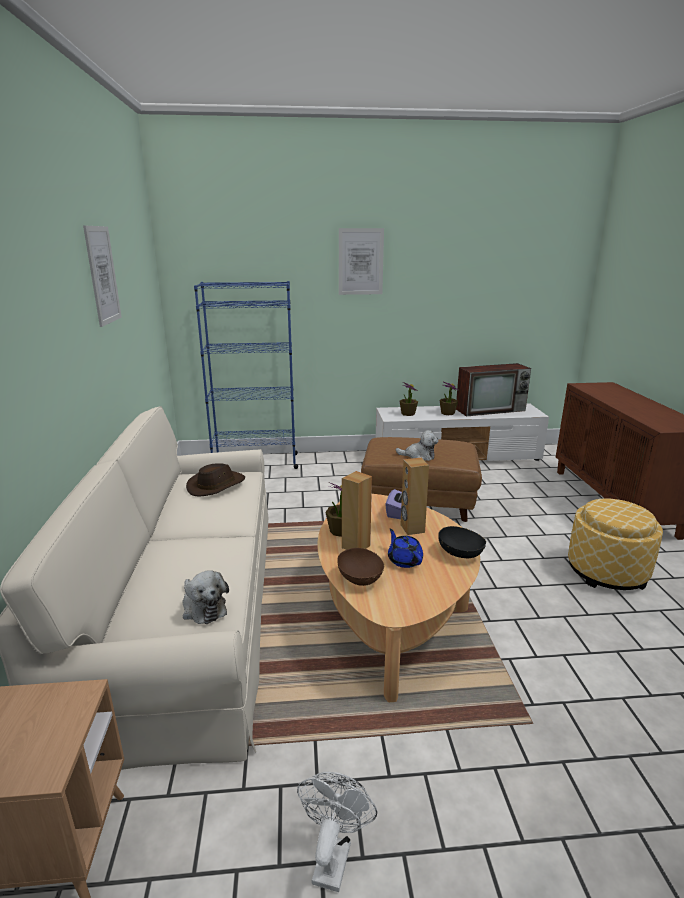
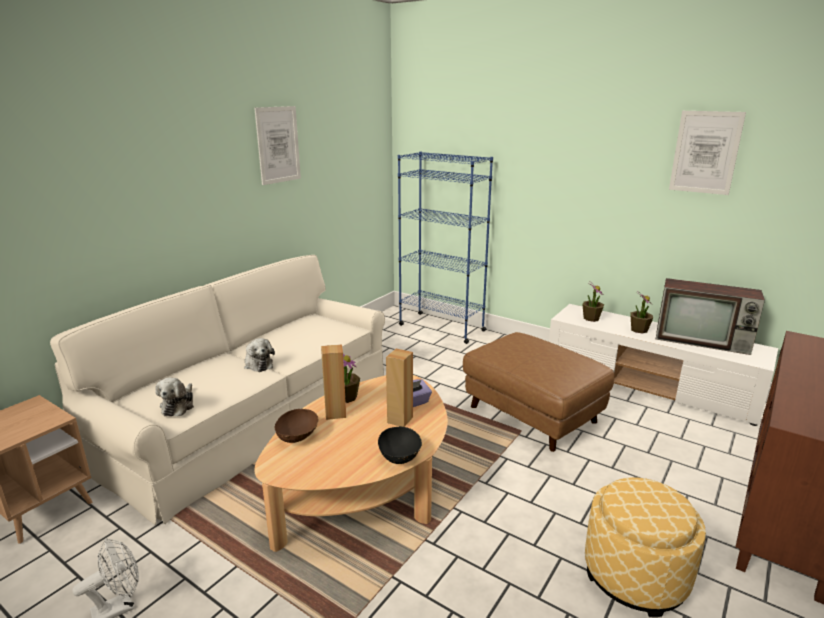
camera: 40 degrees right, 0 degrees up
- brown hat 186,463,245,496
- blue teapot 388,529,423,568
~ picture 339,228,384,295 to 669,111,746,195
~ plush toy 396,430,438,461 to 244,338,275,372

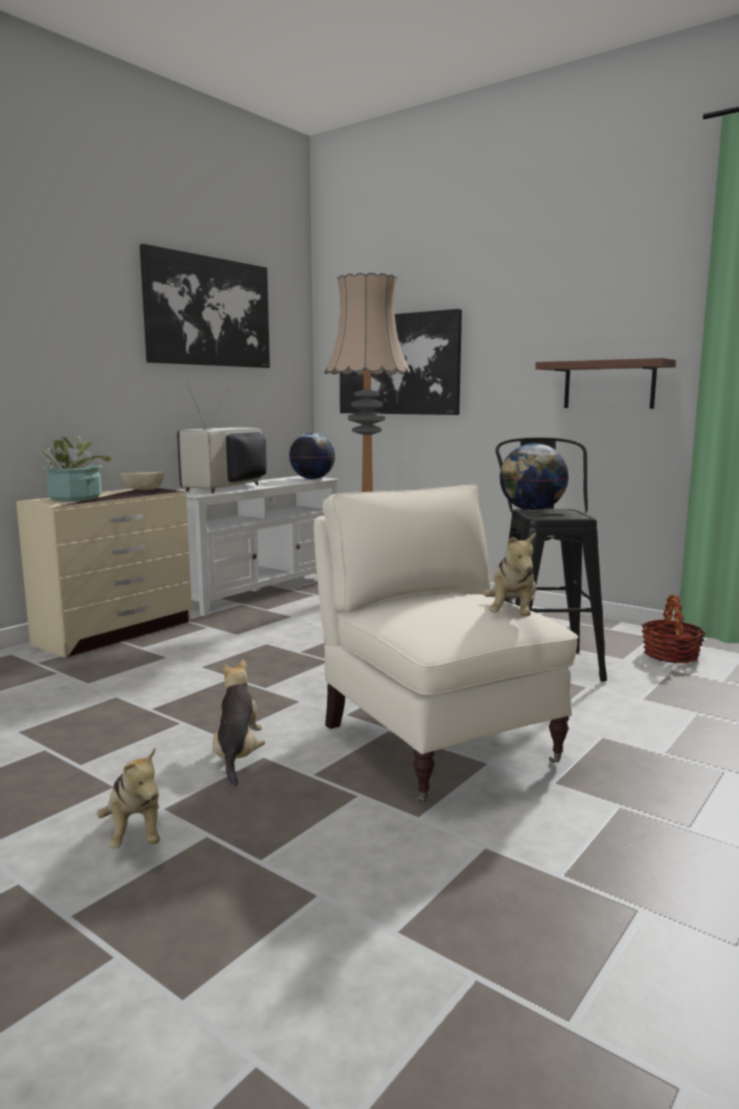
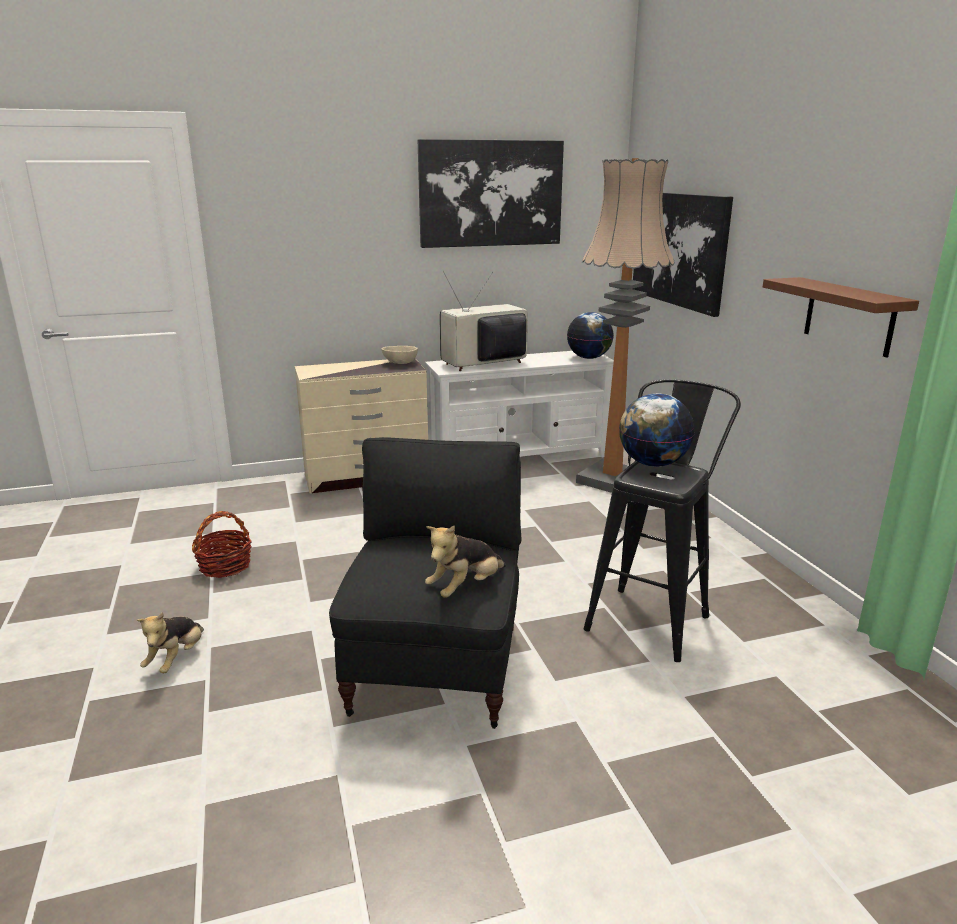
camera: 35 degrees right, 10 degrees up
- potted plant 38,436,116,501
- plush toy 213,660,265,787
~ basket 642,595,706,663 to 192,511,252,578
~ beige armchair 314,484,578,802 to black armchair 329,437,521,729

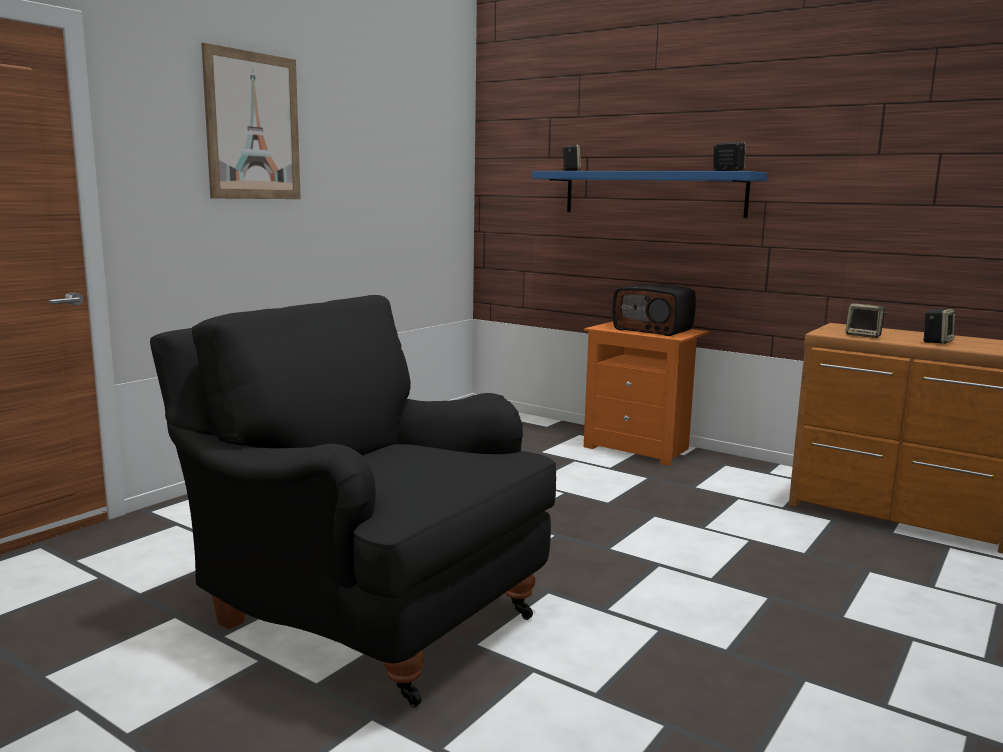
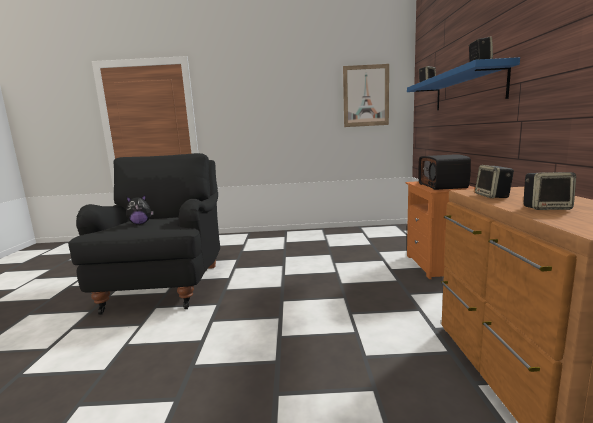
camera: 55 degrees right, 0 degrees up
+ plush toy 126,195,154,224
~ picture 201,43,301,199 to 343,64,389,127

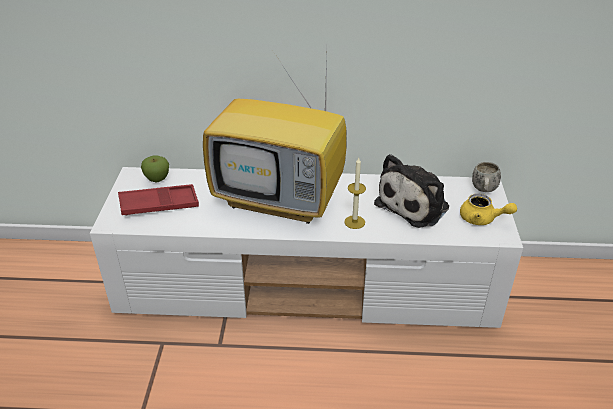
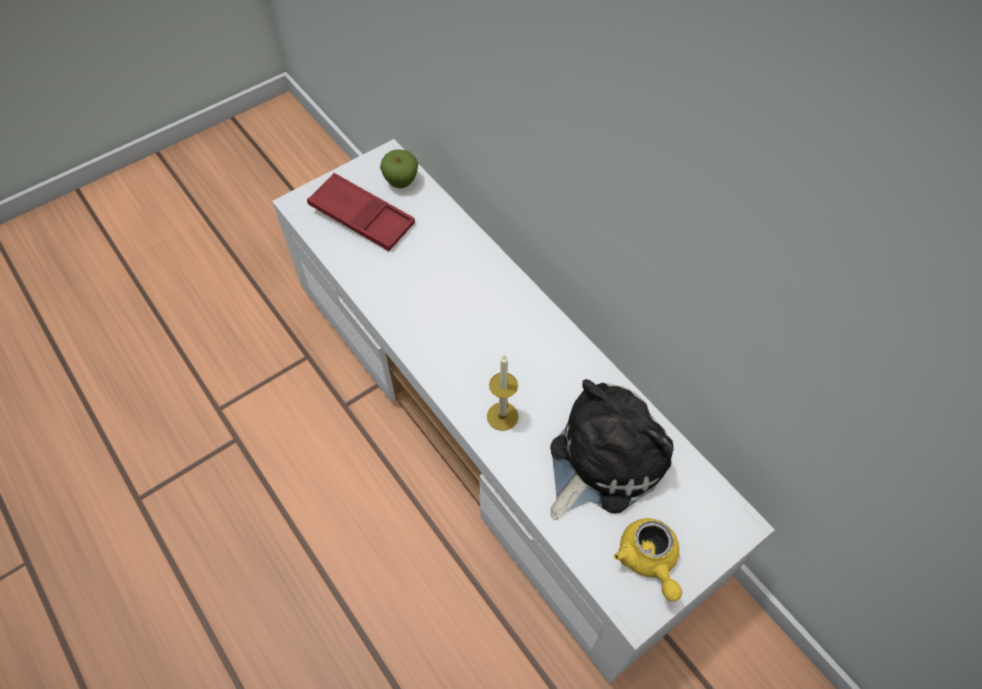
camera: 50 degrees right, 20 degrees up
- television 203,53,346,224
- white mug 472,162,501,192
~ plush toy 374,154,449,228 = 550,379,673,520 135 degrees clockwise

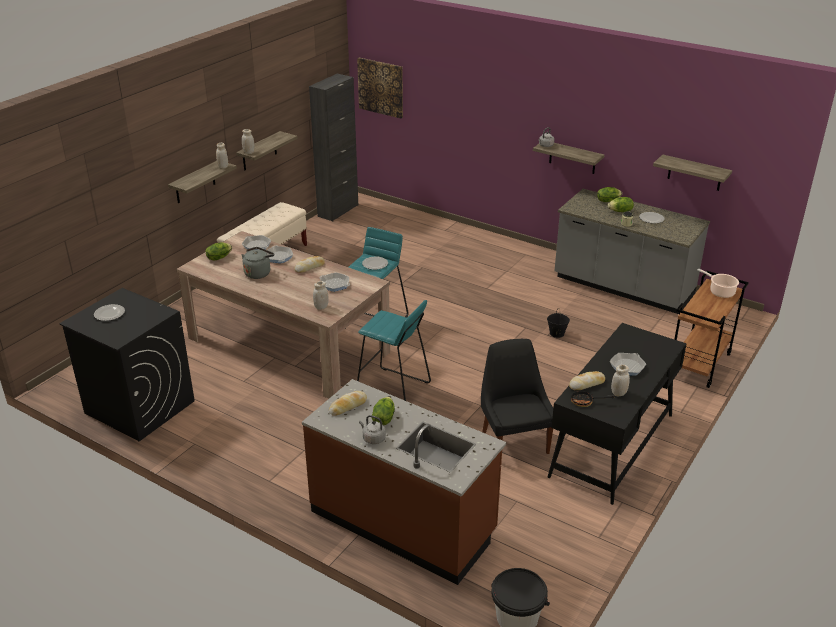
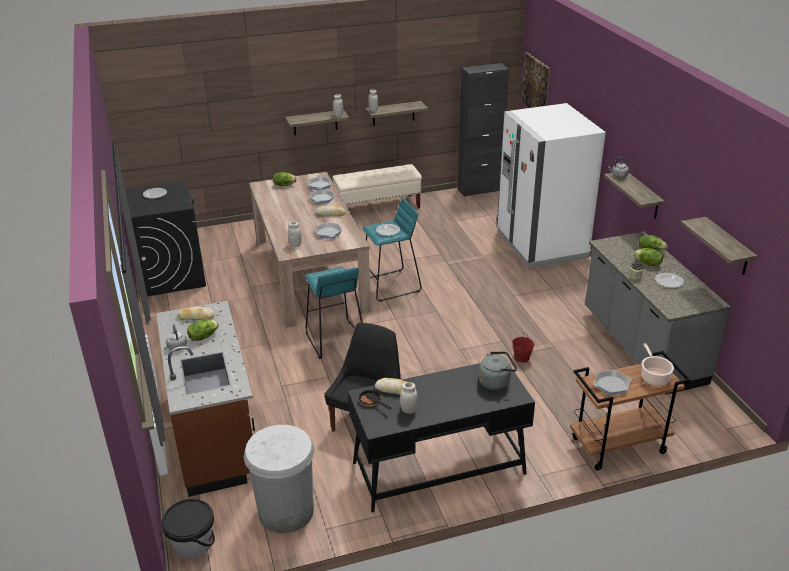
camera: 40 degrees right, 0 degrees up
+ white trash can 244,425,315,533
+ white fridge 497,103,606,268
~ grey kettle 242,247,274,279 to 479,352,517,390
~ frying pan 610,353,646,376 to 593,370,632,395
~ black bucket 547,308,570,338 to red bucket 512,333,534,363

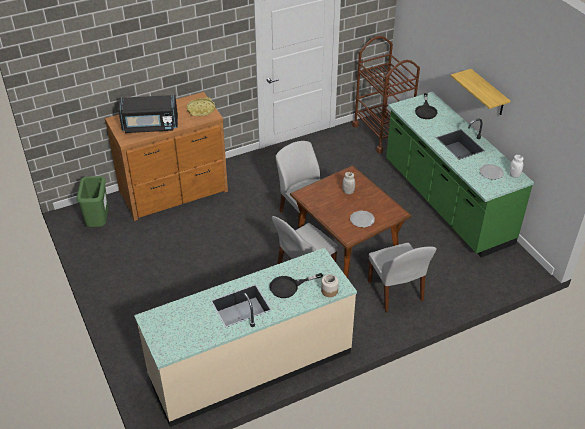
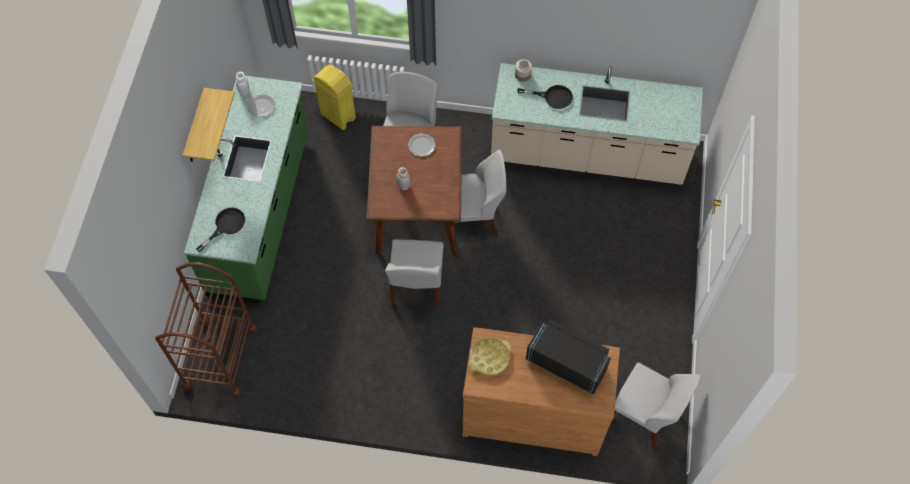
camera: 145 degrees left, 20 degrees up
+ yellow trash can 312,65,356,130
~ green trash can 76,176,108,227 to white chair 611,362,701,447

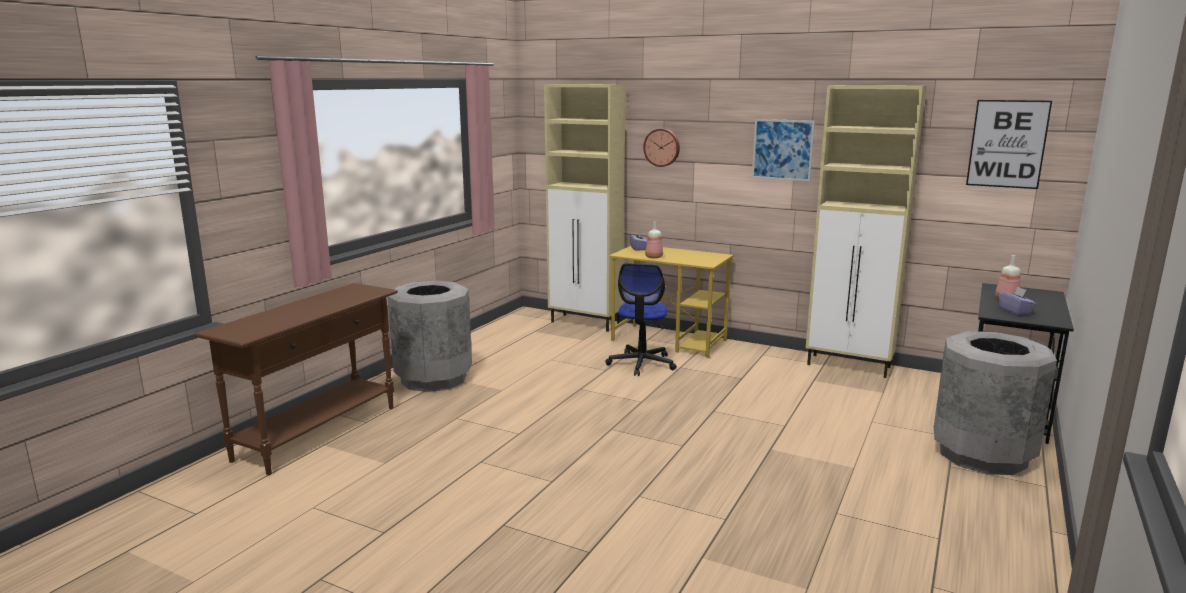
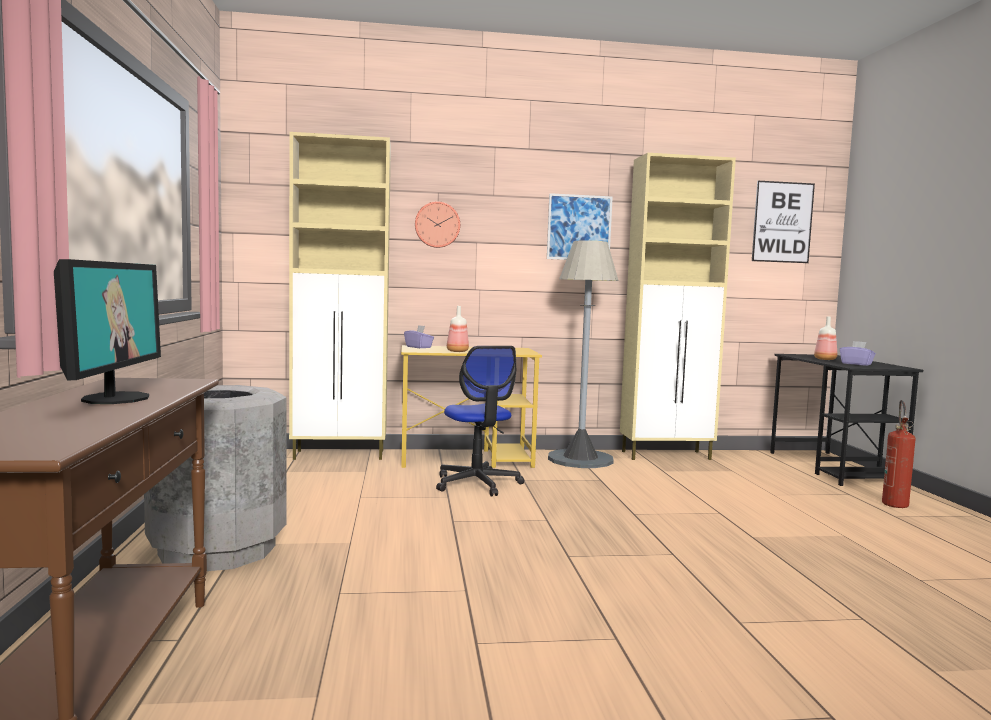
camera: 35 degrees left, 10 degrees down
+ monitor 54,259,161,404
+ grey floor lamp 548,241,619,468
~ grey trash can 934,331,1057,475 to fire extinguisher 882,400,916,508

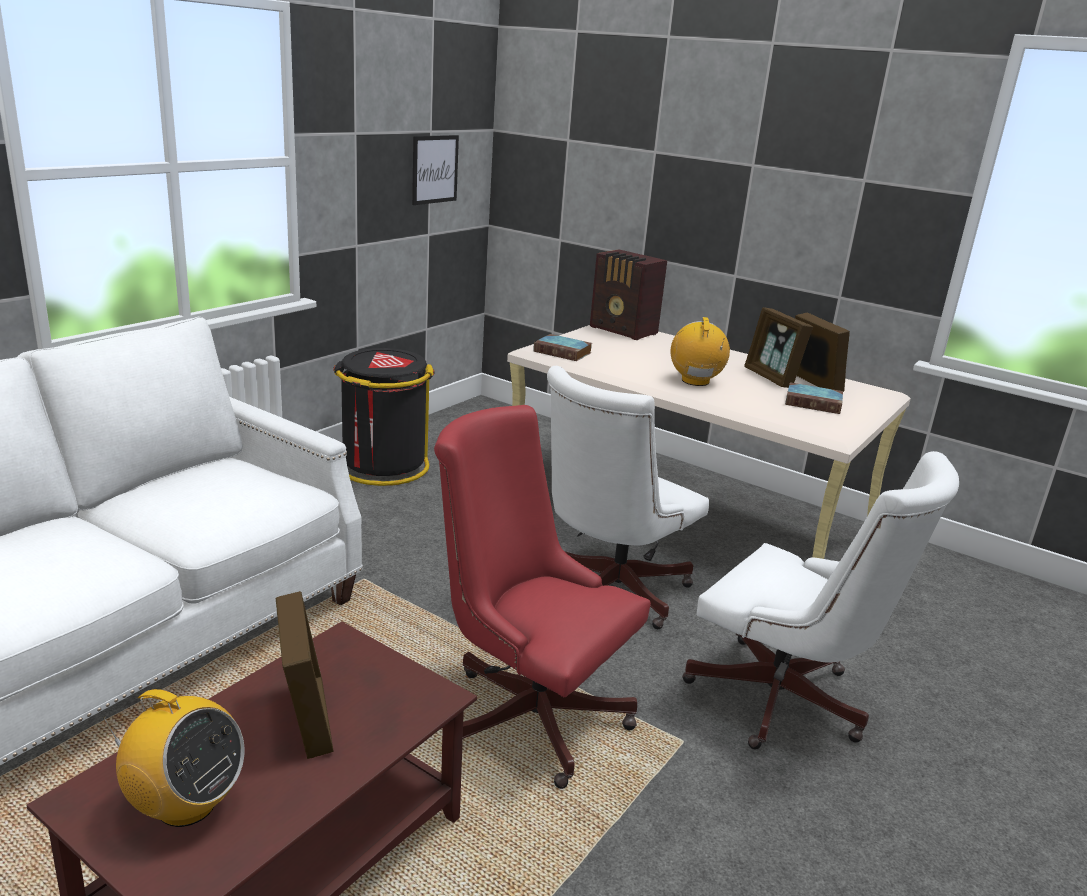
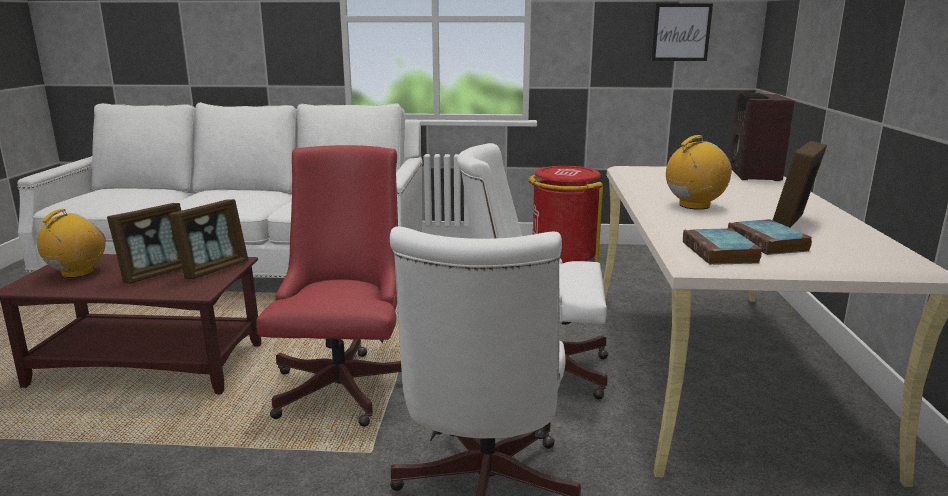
camera: 60 degrees right, 5 degrees down
~ book 533,334,592,361 to 683,228,762,265
~ picture frame 795,312,850,392 to 169,199,248,279
~ black trash can 333,348,435,486 to red trash can 529,166,603,263
~ radio 103,689,245,827 = 37,209,106,278 150 degrees counterclockwise

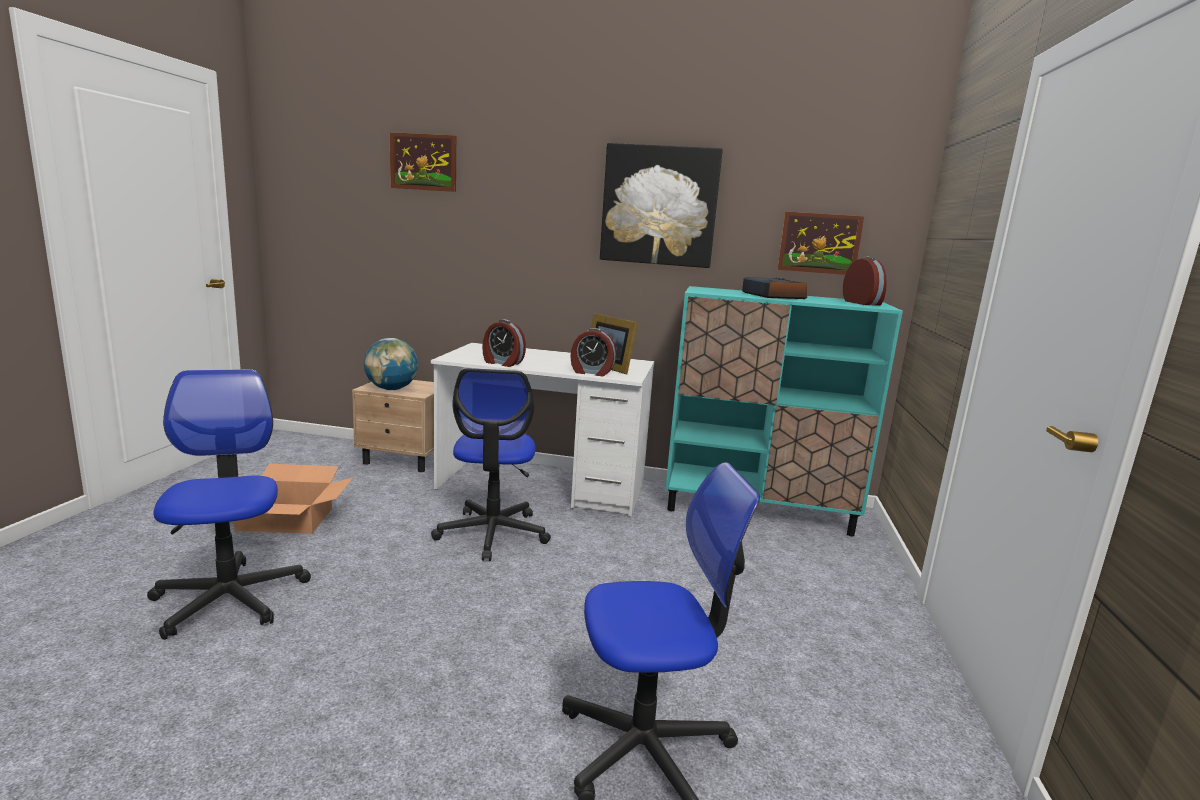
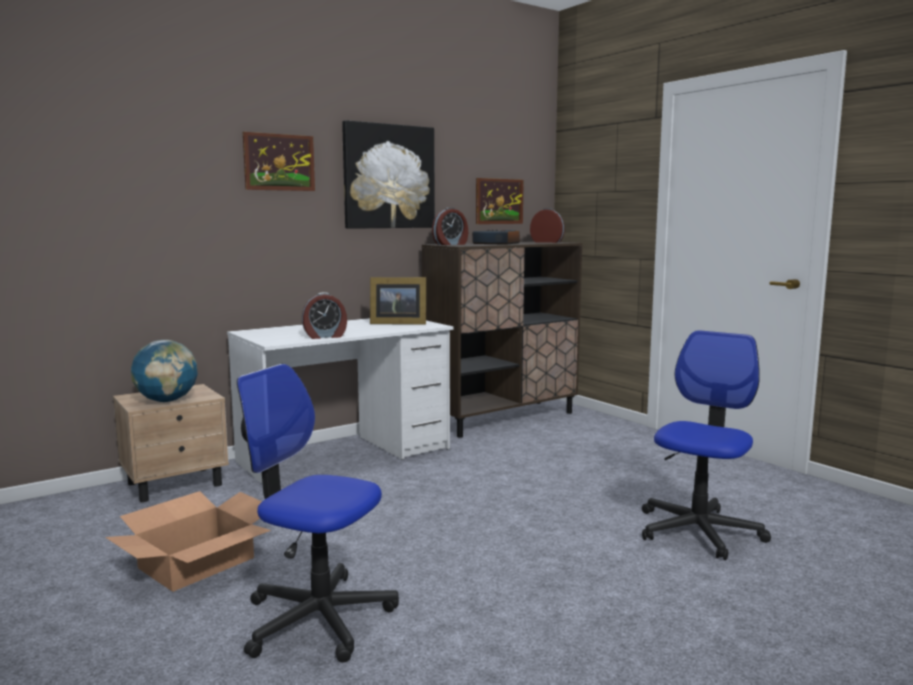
camera: 45 degrees left, 5 degrees down
- office chair 431,368,551,561
~ picture 390,132,456,192 to 243,132,315,191
~ alarm clock 570,328,616,376 to 432,207,468,245
~ turquoise cabinet 665,286,903,537 to brown cabinet 422,241,582,438

